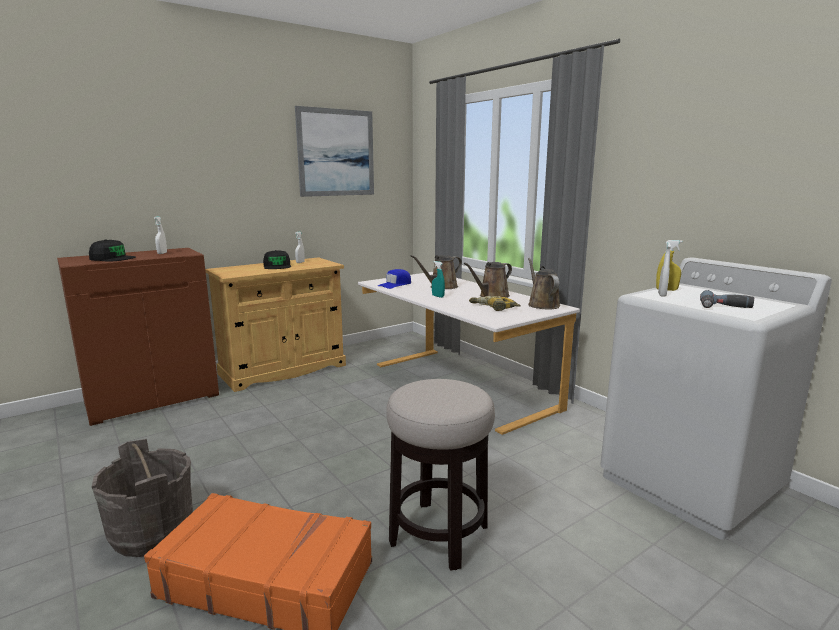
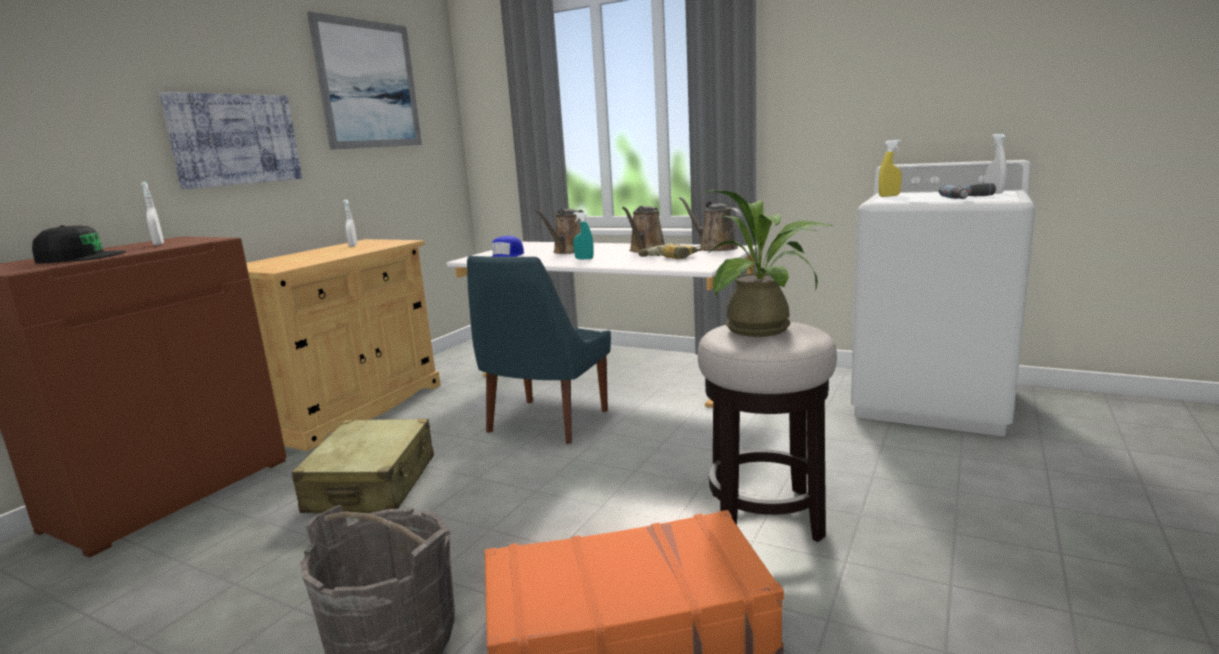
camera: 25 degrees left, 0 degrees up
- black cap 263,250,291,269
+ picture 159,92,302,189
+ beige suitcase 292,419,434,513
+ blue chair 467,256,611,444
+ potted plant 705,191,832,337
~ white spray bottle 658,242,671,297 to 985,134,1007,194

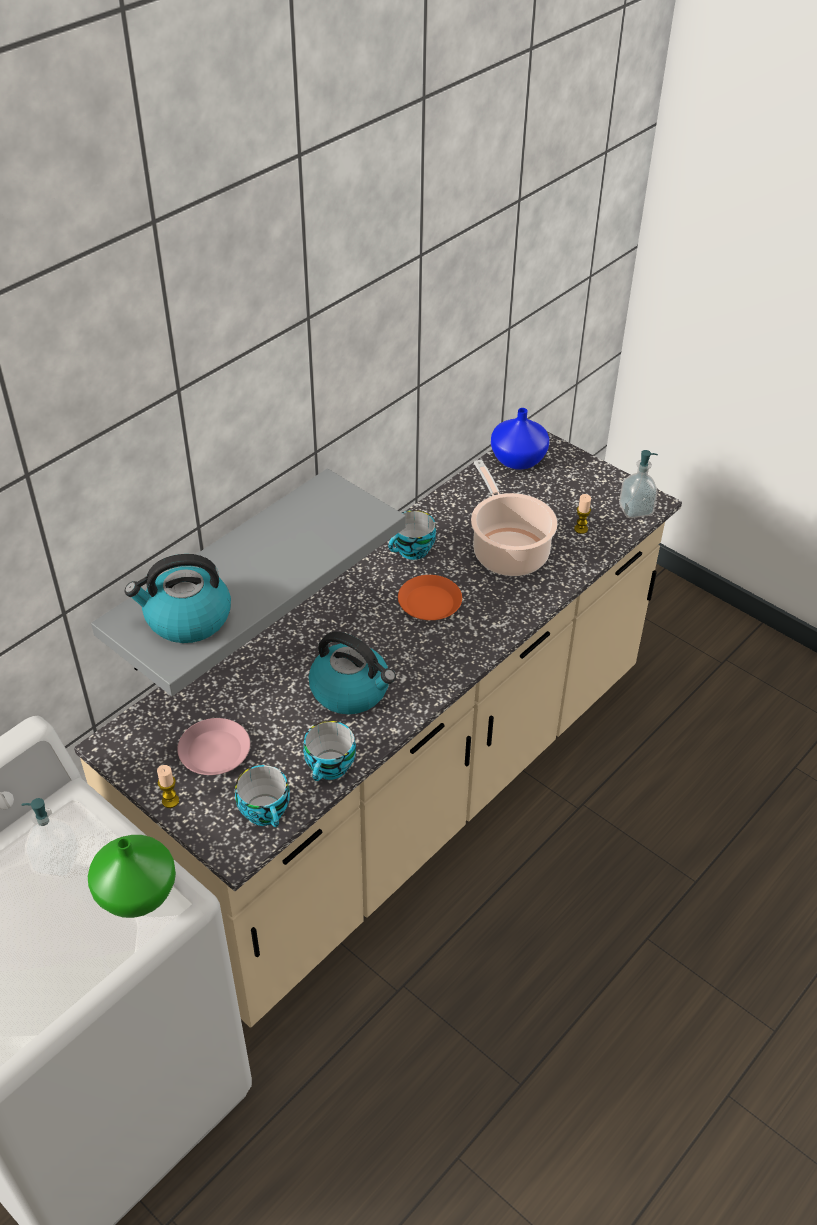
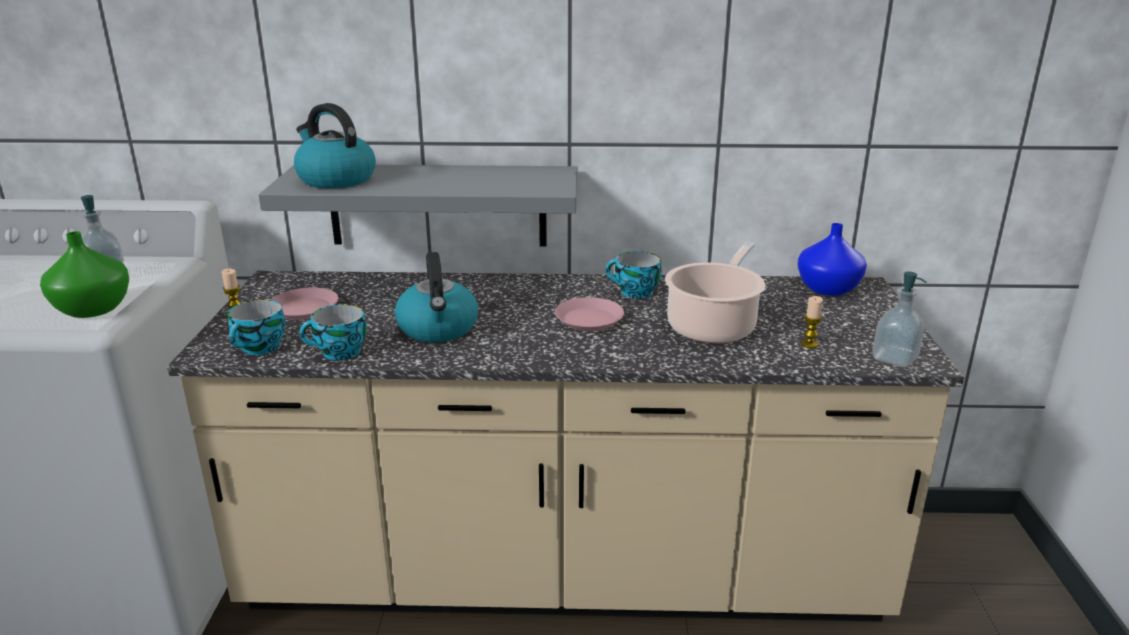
camera: 50 degrees right, 20 degrees down
~ orange plate 398,575,462,620 to pink plate 555,297,624,331

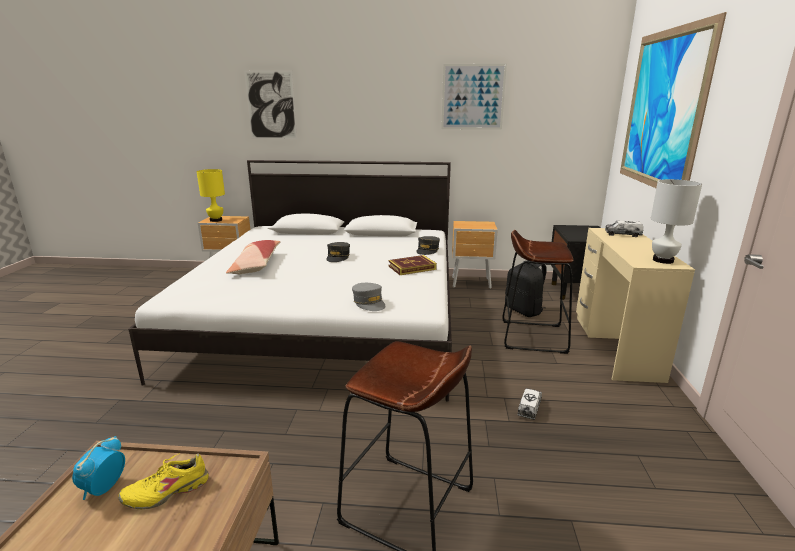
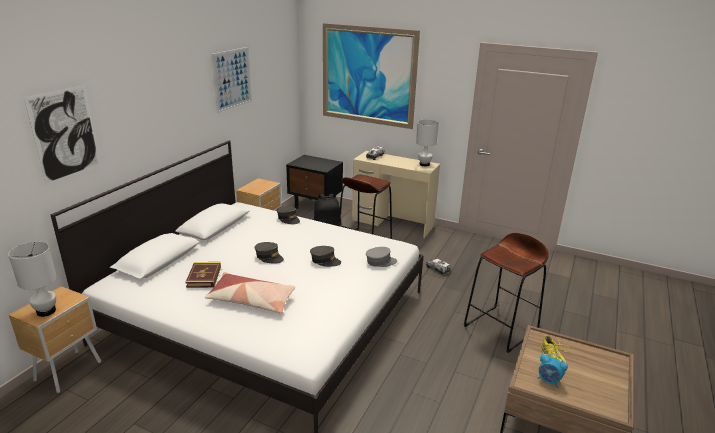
camera: 70 degrees left, 5 degrees up
+ grey cap 310,246,341,267
~ book 388,255,437,275 to 186,262,221,288
~ yellow table lamp 197,169,225,222 to white table lamp 8,242,57,317

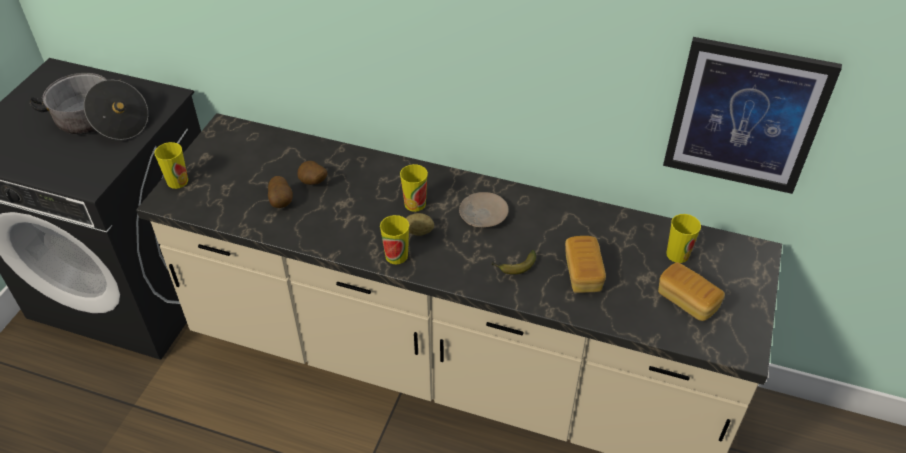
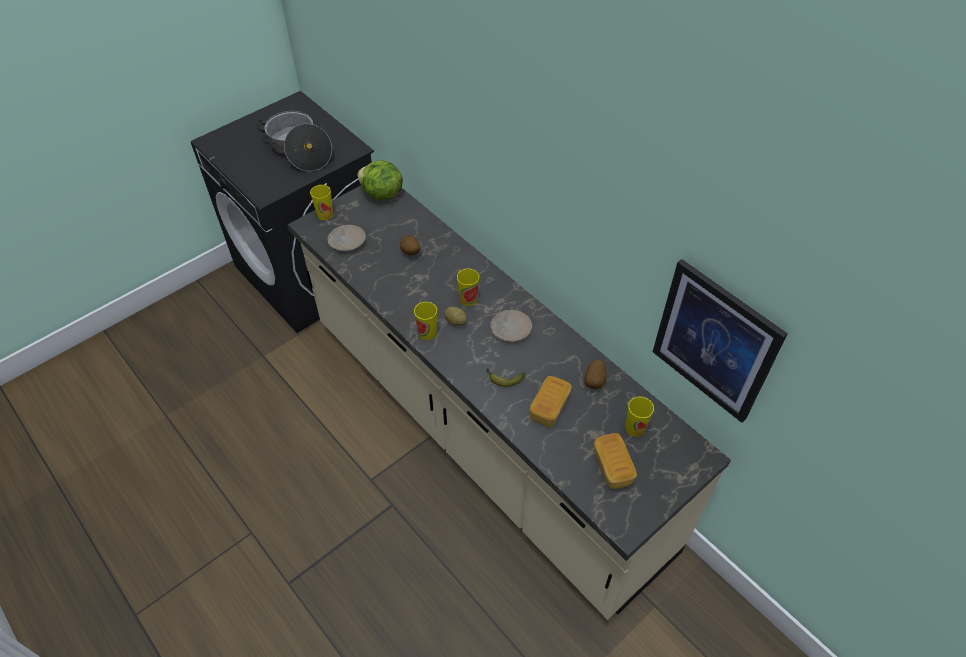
camera: 30 degrees right, 5 degrees up
+ beige plate 328,225,366,251
+ lettuce 357,160,403,200
~ potato 268,176,293,208 to 584,360,607,389

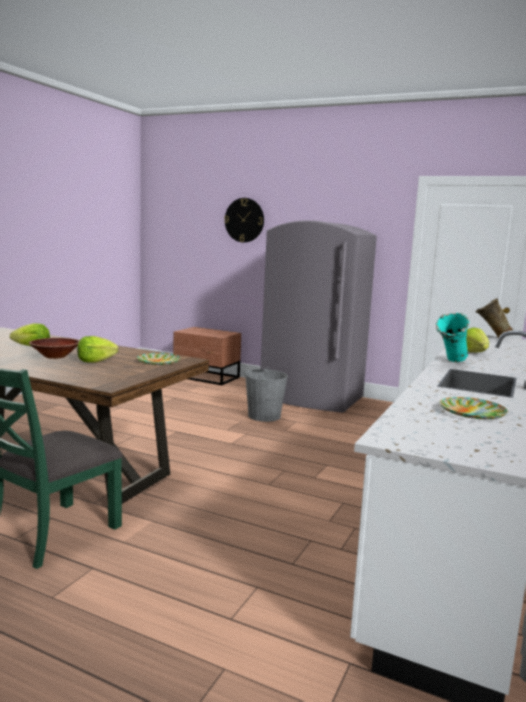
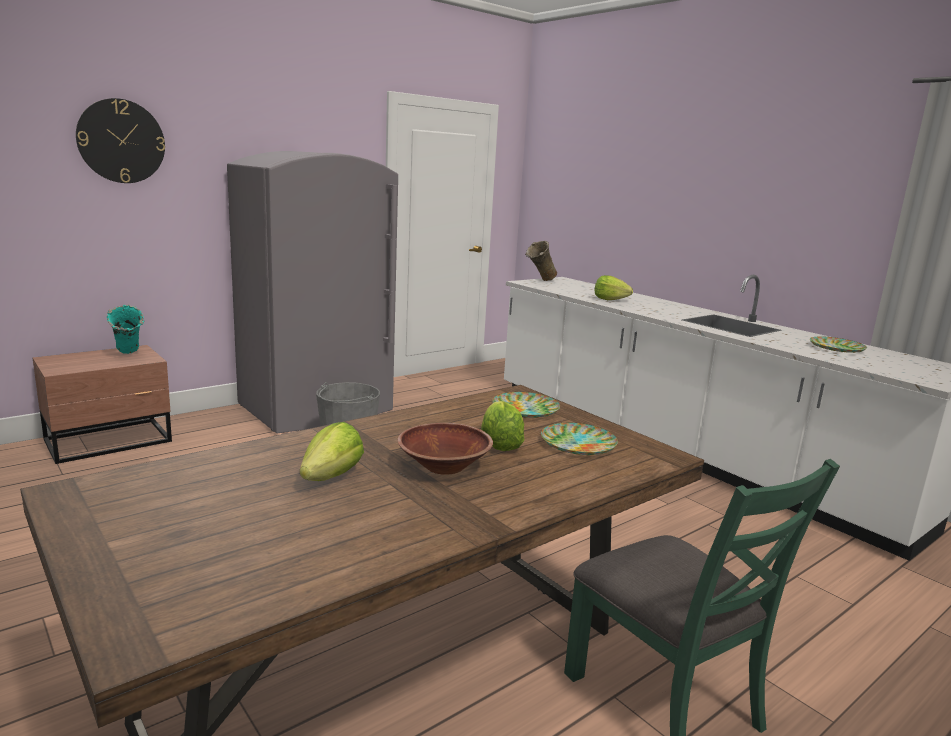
camera: 65 degrees left, 5 degrees up
+ plate 541,423,618,455
~ turquoise vase 436,313,469,362 to 107,305,144,354

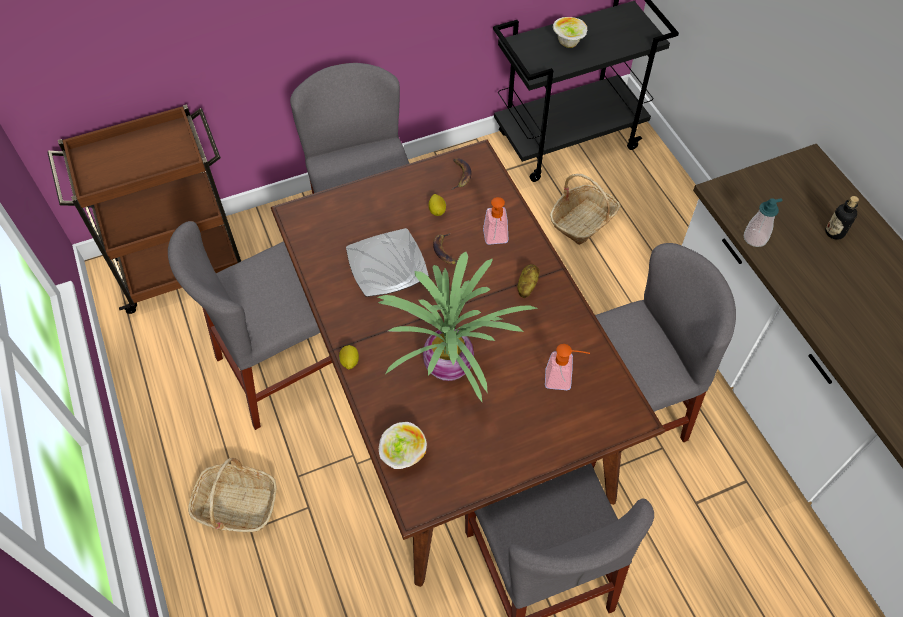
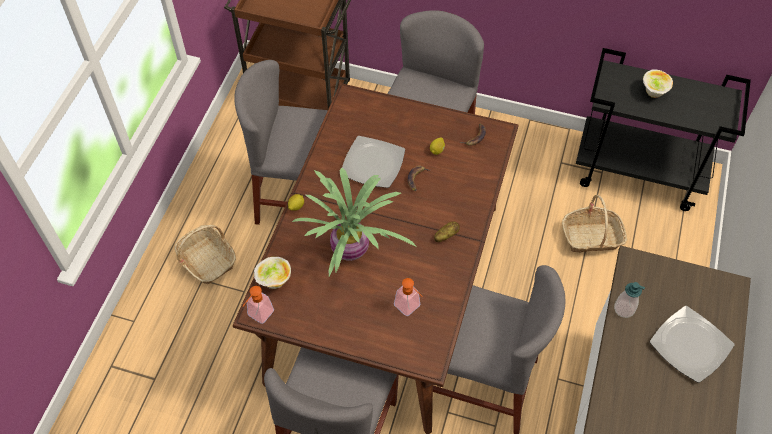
camera: 40 degrees right, 0 degrees up
~ soap dispenser 483,197,508,245 to 243,286,274,324
~ bottle 825,196,859,240 to plate 650,306,735,383

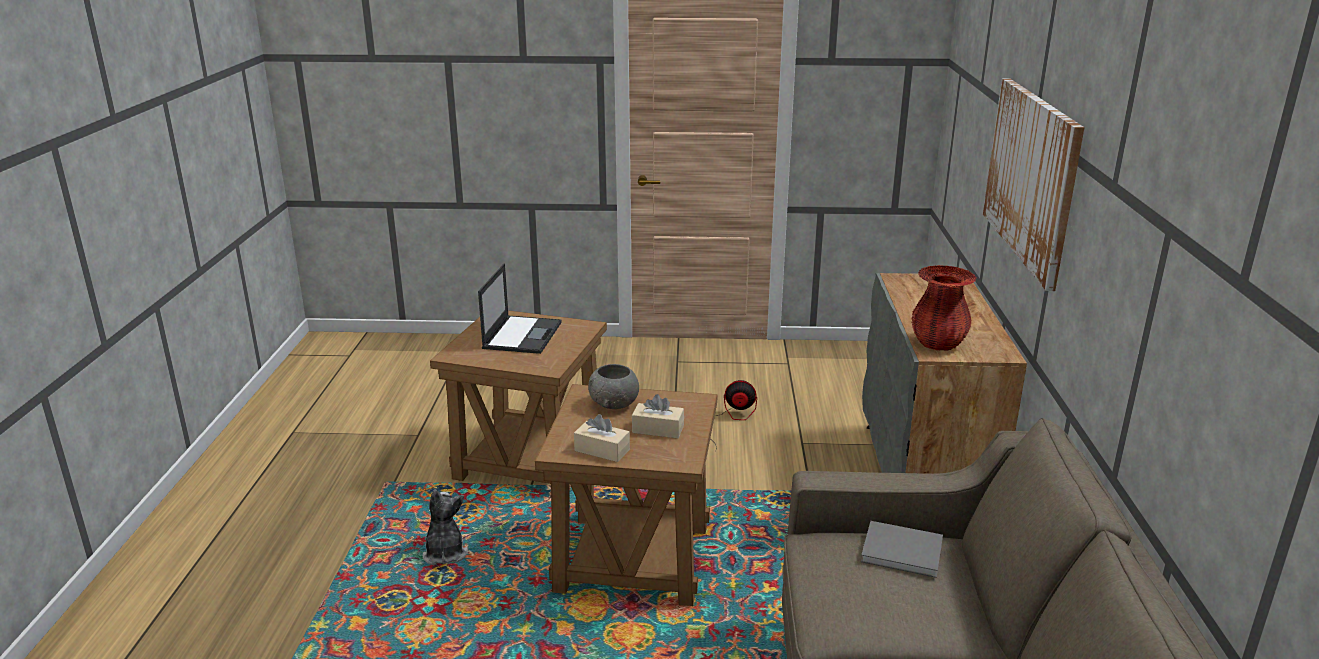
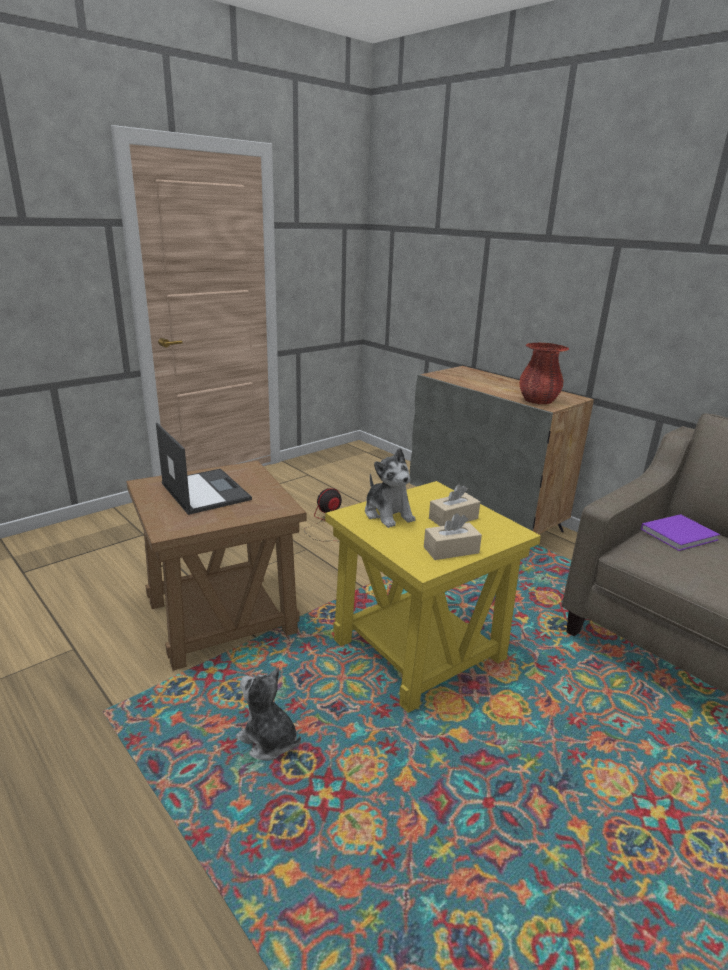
camera: 45 degrees left, 0 degrees up
- picture 983,78,1085,291
~ grey bowl 588,364,639,409 to plush toy 365,448,416,528
~ brown side table 535,384,718,606 to yellow side table 325,481,541,713
~ grey book 861,521,943,578 to purple book 641,514,720,551

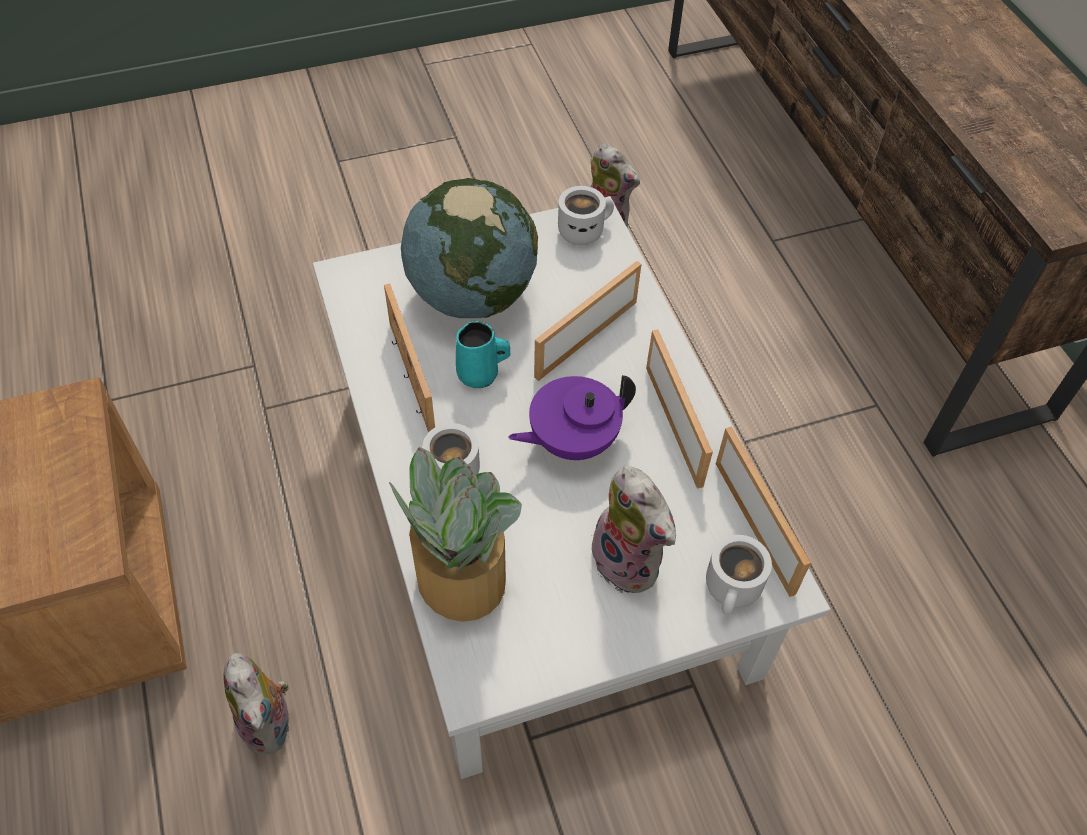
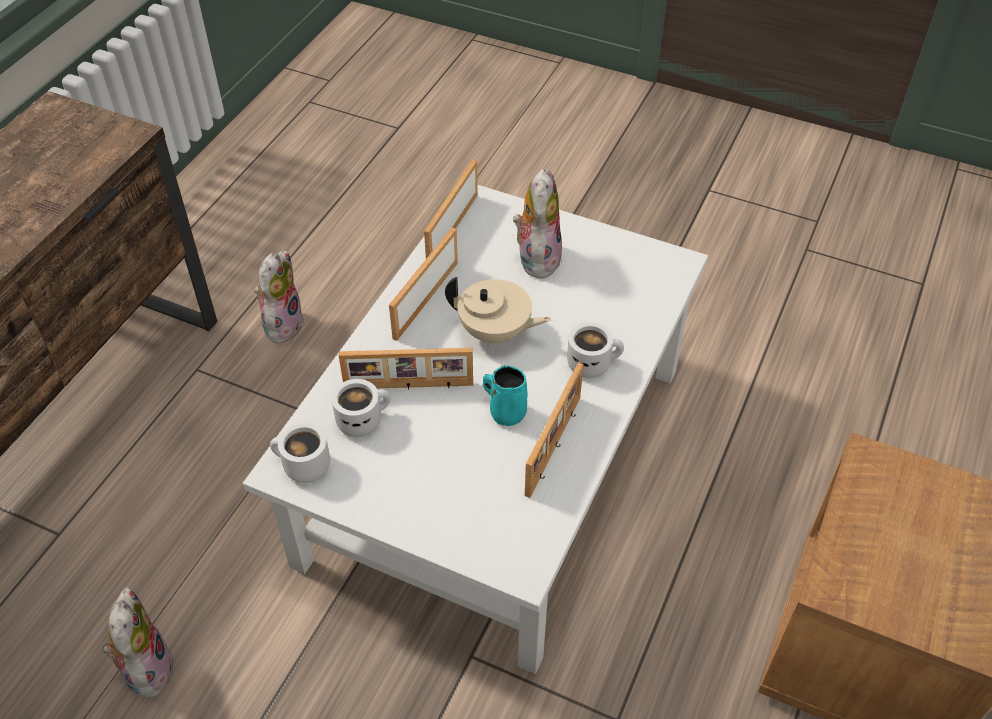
camera: 135 degrees left, 5 degrees down
- potted plant 389,447,522,622
- globe 401,178,538,318
~ plush toy 224,653,289,755 to 254,251,305,344
~ white mug 706,535,772,615 to 332,379,391,437
~ purple teapot 508,375,636,460 to beige teapot 445,277,551,346

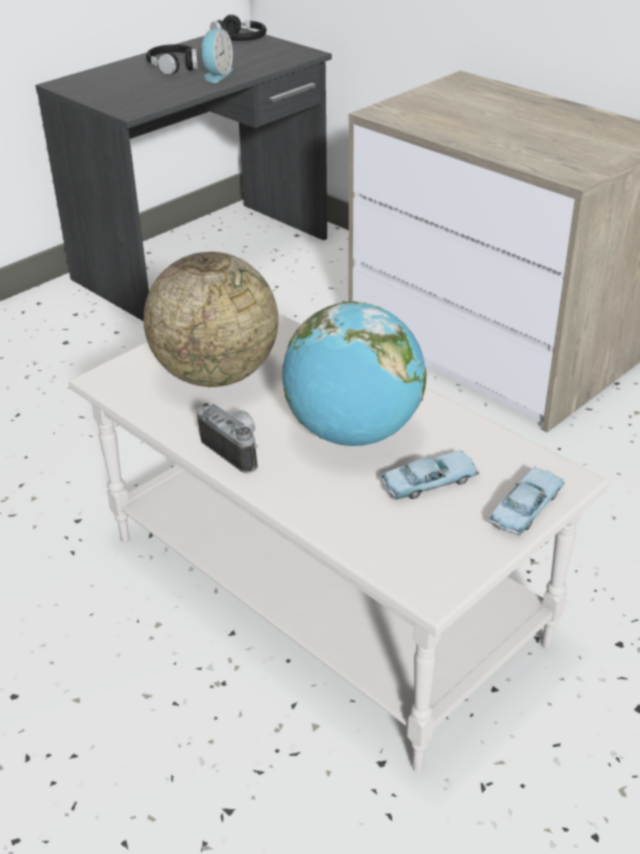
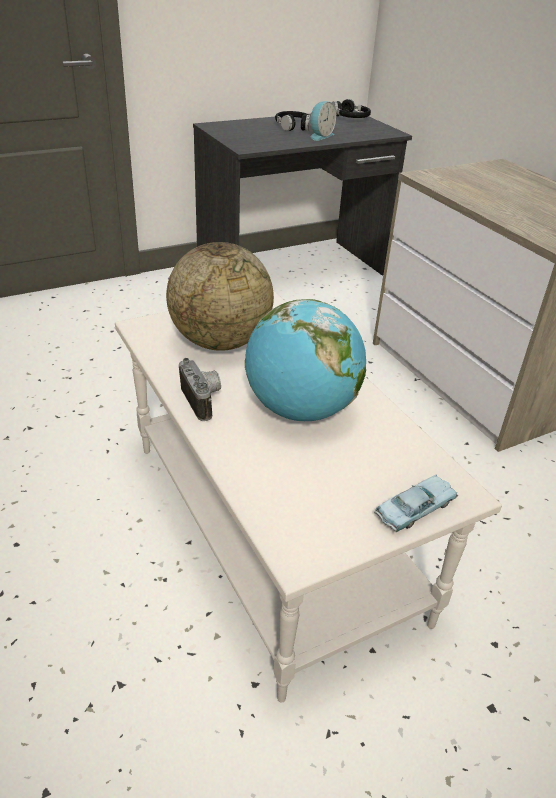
camera: 15 degrees right, 0 degrees up
- blue toy car 380,450,479,500

